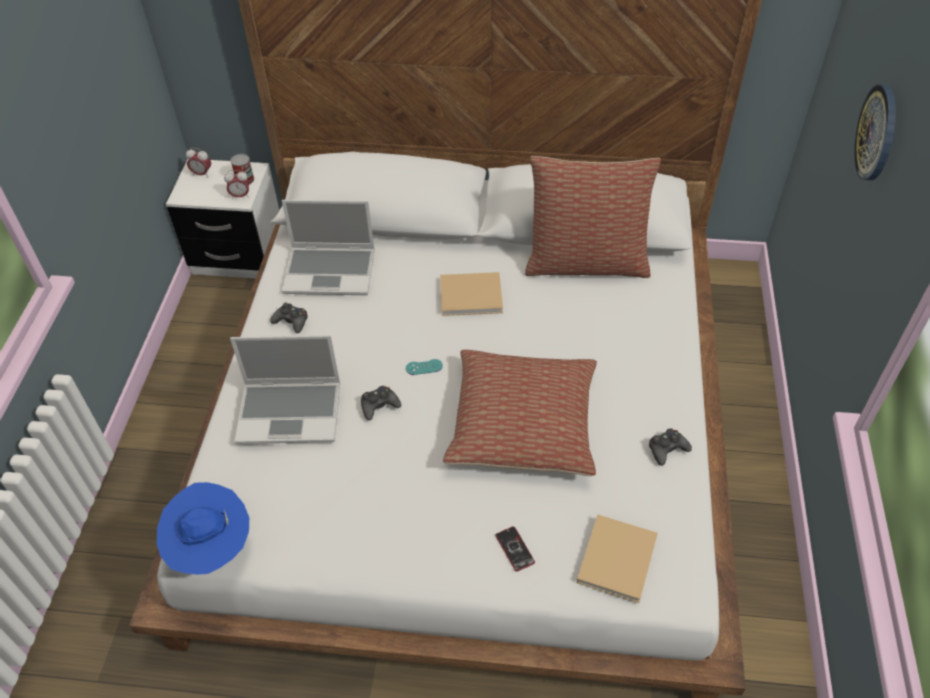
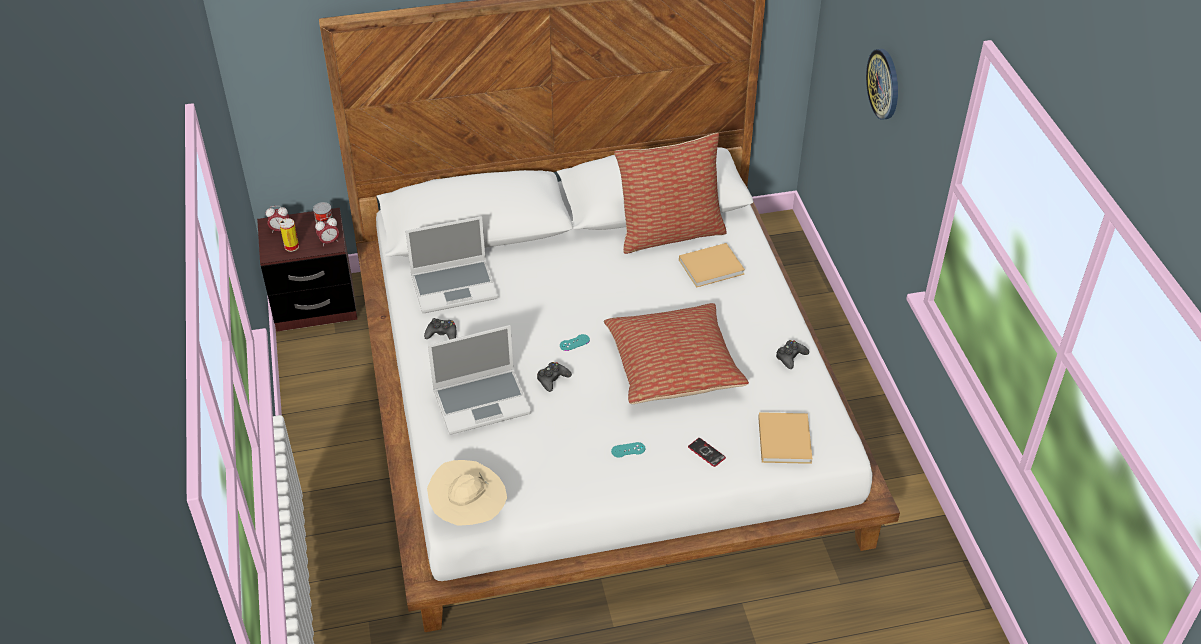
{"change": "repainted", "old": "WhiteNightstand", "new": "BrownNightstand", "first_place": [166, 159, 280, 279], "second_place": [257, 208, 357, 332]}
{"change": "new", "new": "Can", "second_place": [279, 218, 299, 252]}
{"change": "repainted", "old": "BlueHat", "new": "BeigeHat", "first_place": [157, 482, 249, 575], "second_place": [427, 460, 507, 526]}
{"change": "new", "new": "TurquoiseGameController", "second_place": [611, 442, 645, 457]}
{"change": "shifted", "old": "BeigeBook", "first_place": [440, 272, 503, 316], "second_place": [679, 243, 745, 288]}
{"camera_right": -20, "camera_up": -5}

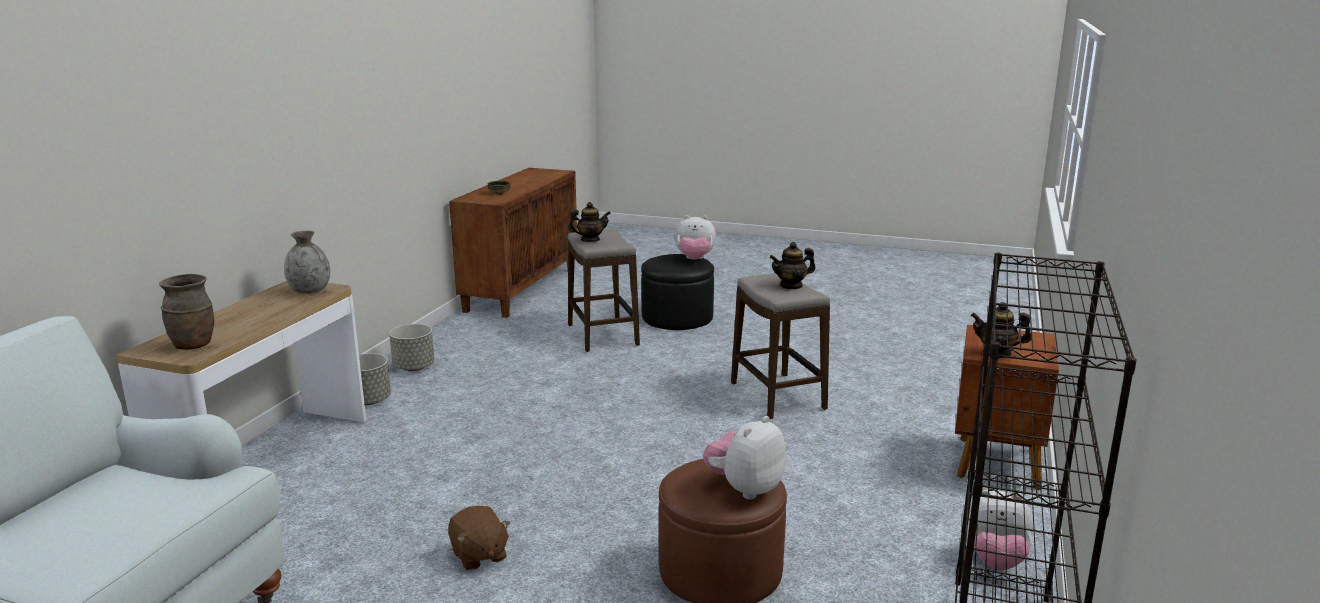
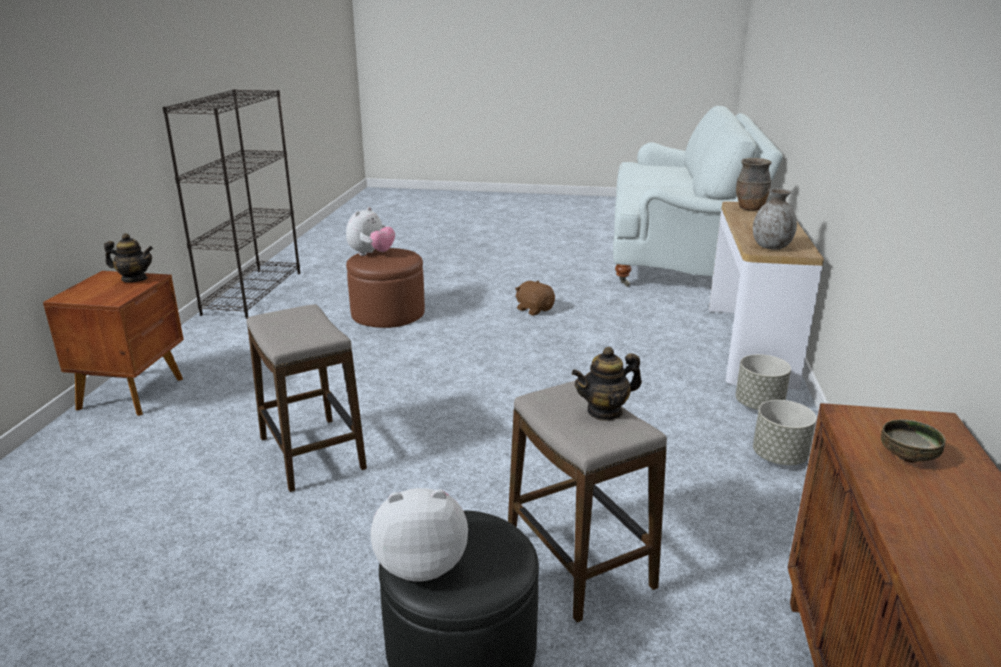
{"change": "gone", "old": "Teapot", "first_place": [770, 242, 816, 289]}
{"change": "gone", "old": "PlushToy", "first_place": [961, 490, 1034, 570]}
{"camera_right": 170, "camera_up": 5}

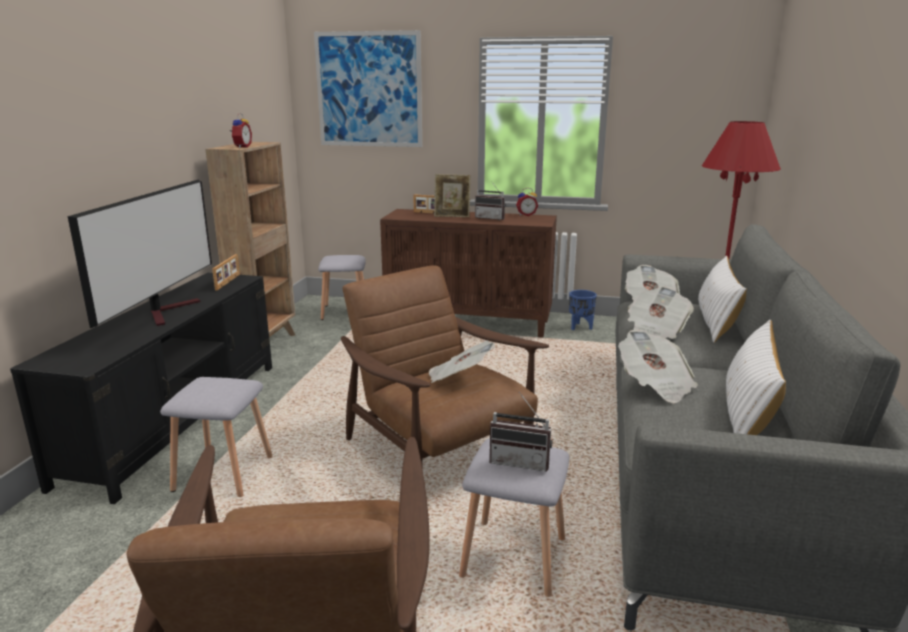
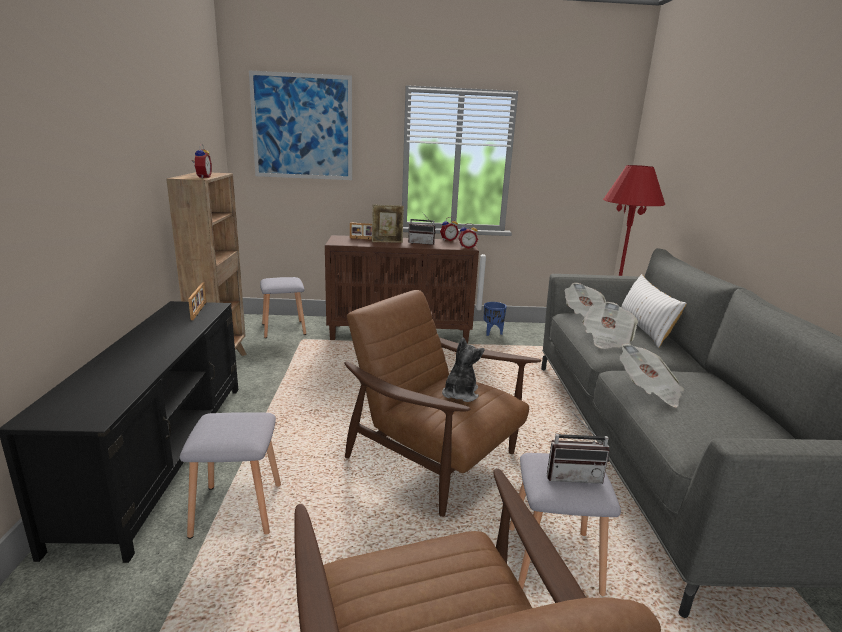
{"change": "swapped", "old": "Newspaper", "new": "PlushToy", "first_place": [429, 341, 495, 383], "second_place": [442, 337, 484, 402]}
{"change": "new", "new": "AlarmClock", "second_place": [458, 223, 478, 249]}
{"change": "gone", "old": "Television", "first_place": [68, 180, 212, 328]}
{"change": "gone", "old": "WhitePillow", "first_place": [726, 319, 786, 435]}
{"camera_right": -15, "camera_up": 0}

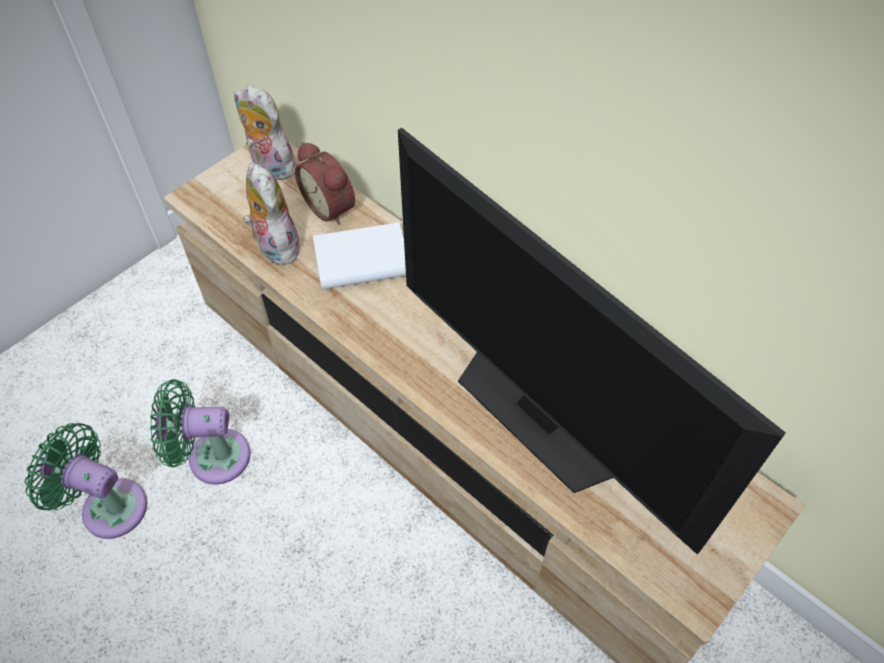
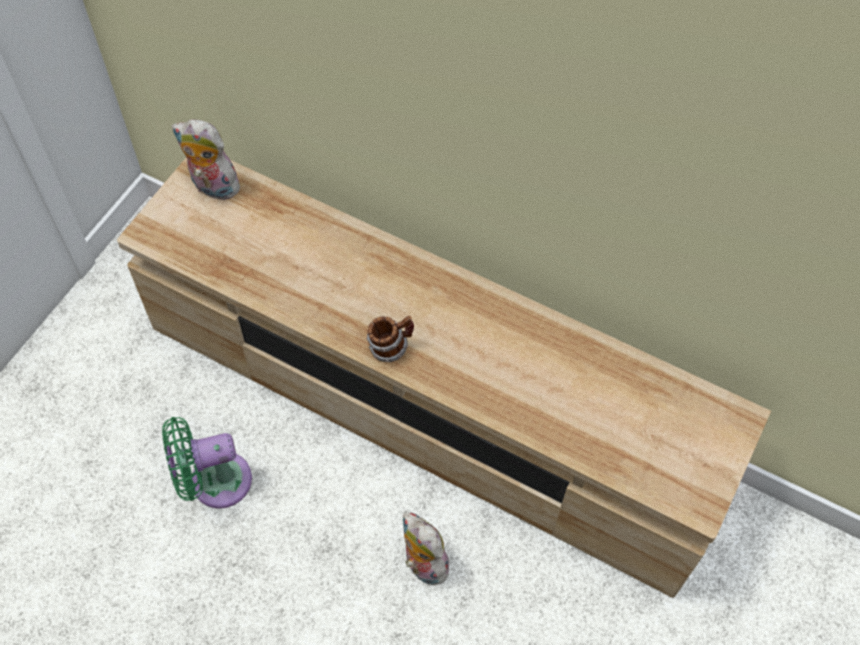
{"change": "new", "new": "Mug", "second_place": [367, 316, 414, 362]}
{"change": "shifted", "old": "PlushToy", "first_place": [243, 163, 300, 265], "second_place": [402, 512, 454, 585]}
{"change": "gone", "old": "GreenFan", "first_place": [25, 423, 147, 539]}
{"change": "gone", "old": "AlarmClock", "first_place": [295, 142, 355, 225]}
{"change": "gone", "old": "WhiteBook", "first_place": [313, 222, 406, 290]}
{"change": "gone", "old": "Television", "first_place": [398, 128, 786, 554]}
{"camera_right": -15, "camera_up": 5}

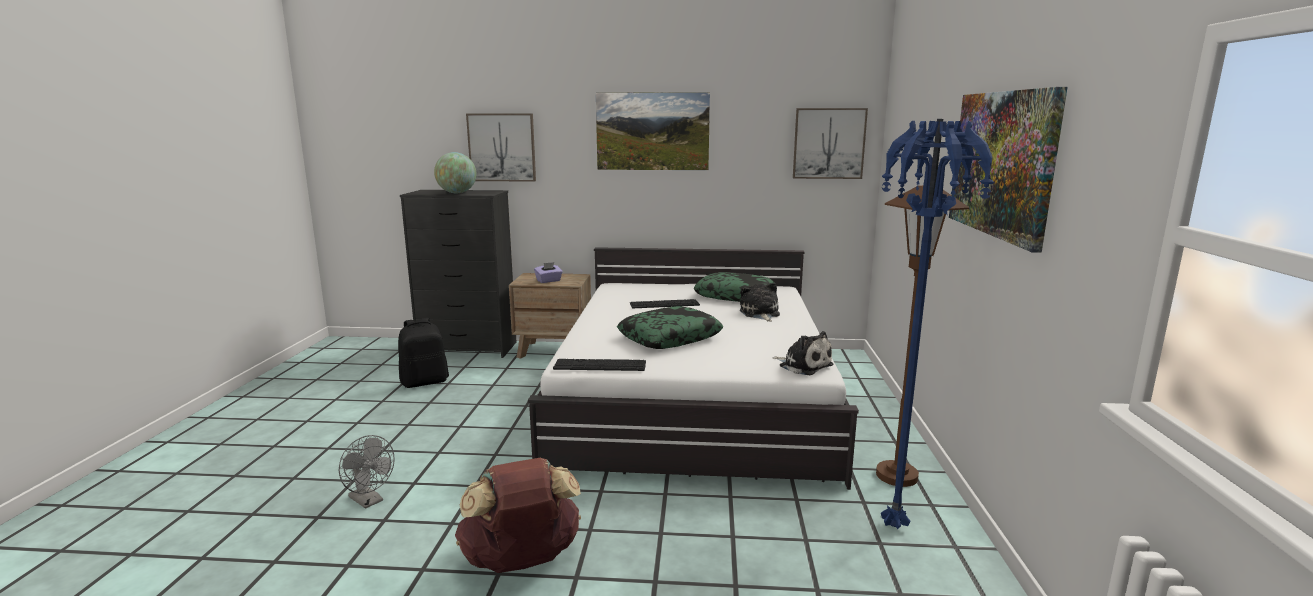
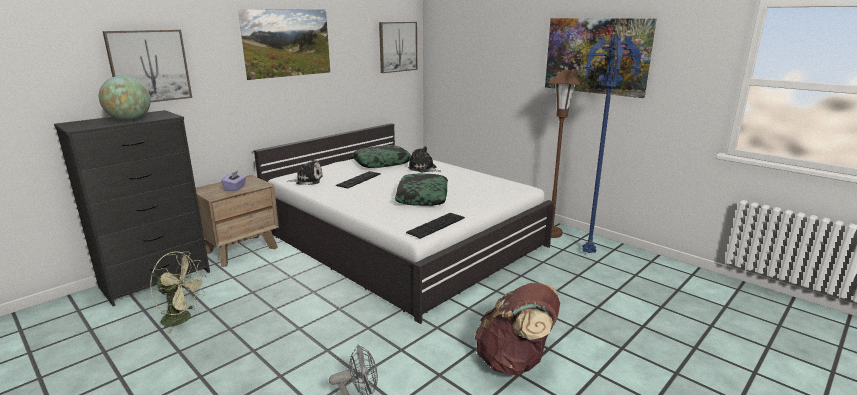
{"change": "swapped", "old": "BlackBackpack", "new": "GreenFan", "first_place": [398, 318, 449, 388], "second_place": [150, 252, 206, 334]}
{"change": "shifted", "old": "PlushToy", "first_place": [772, 331, 833, 375], "second_place": [287, 158, 323, 185]}
{"camera_right": -50, "camera_up": 5}

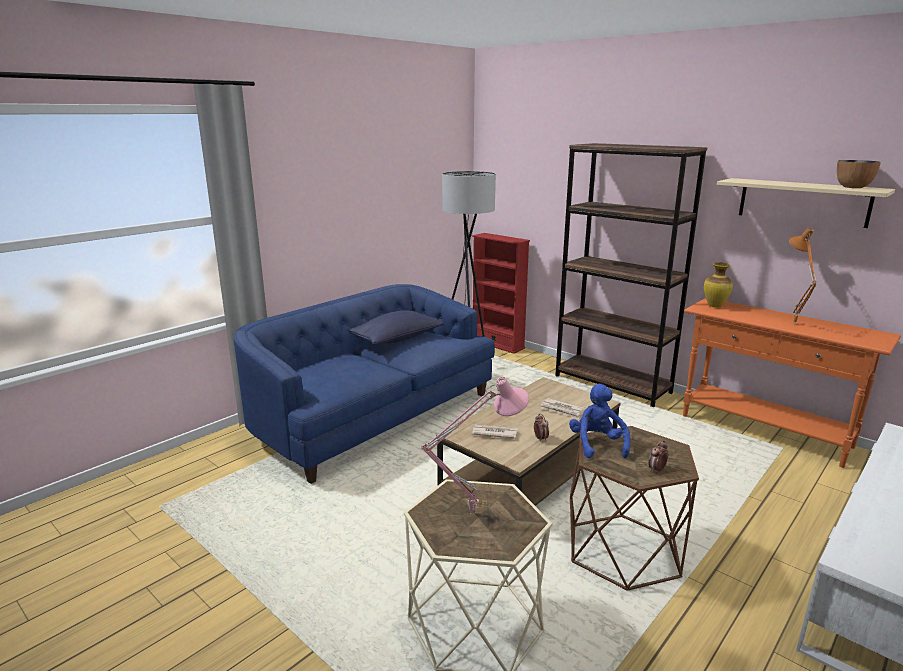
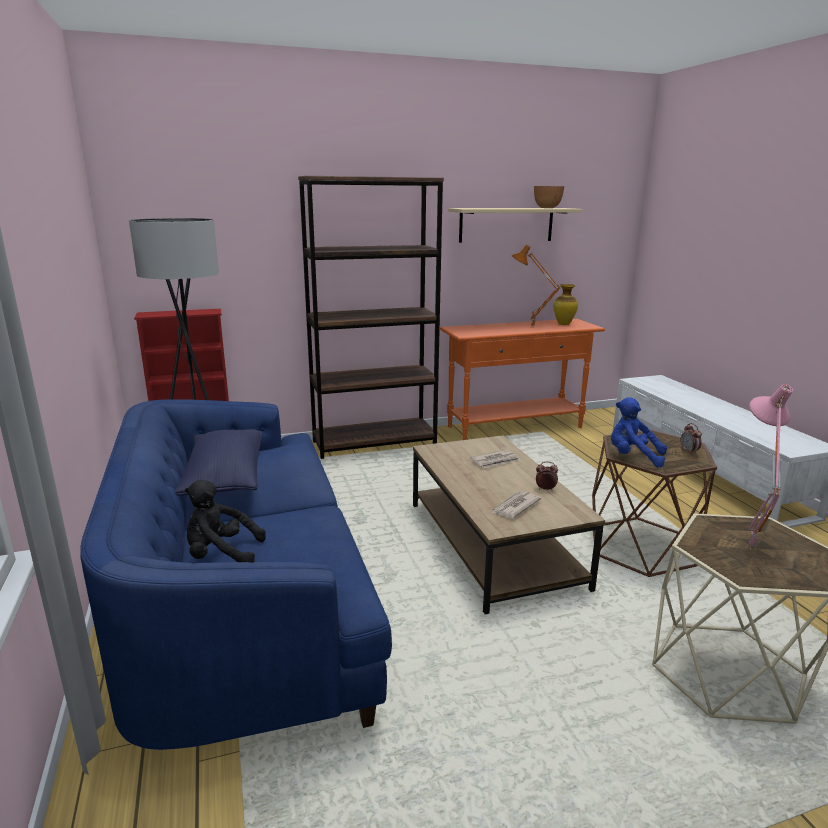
{"change": "new", "new": "BlackPlushToy", "second_place": [185, 480, 266, 562]}
{"change": "shifted", "old": "Vase", "first_place": [704, 262, 733, 308], "second_place": [554, 284, 578, 325]}
{"camera_right": -60, "camera_up": 0}

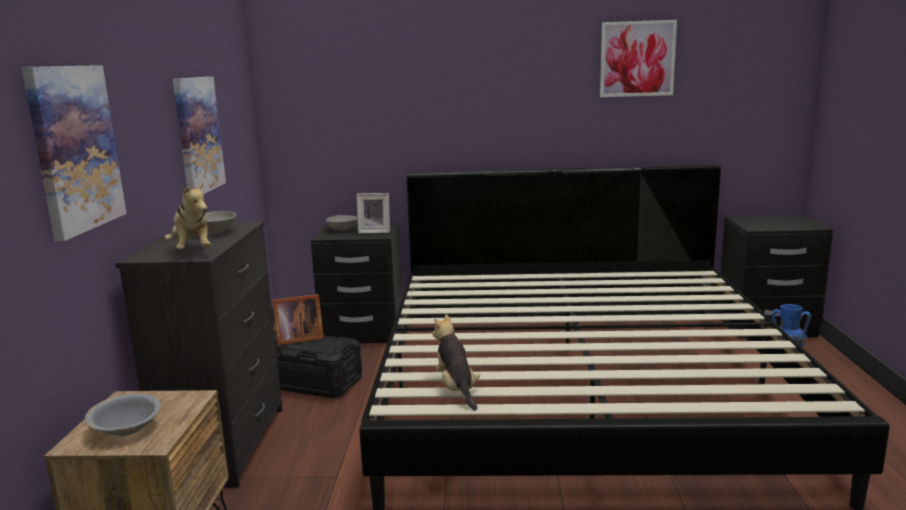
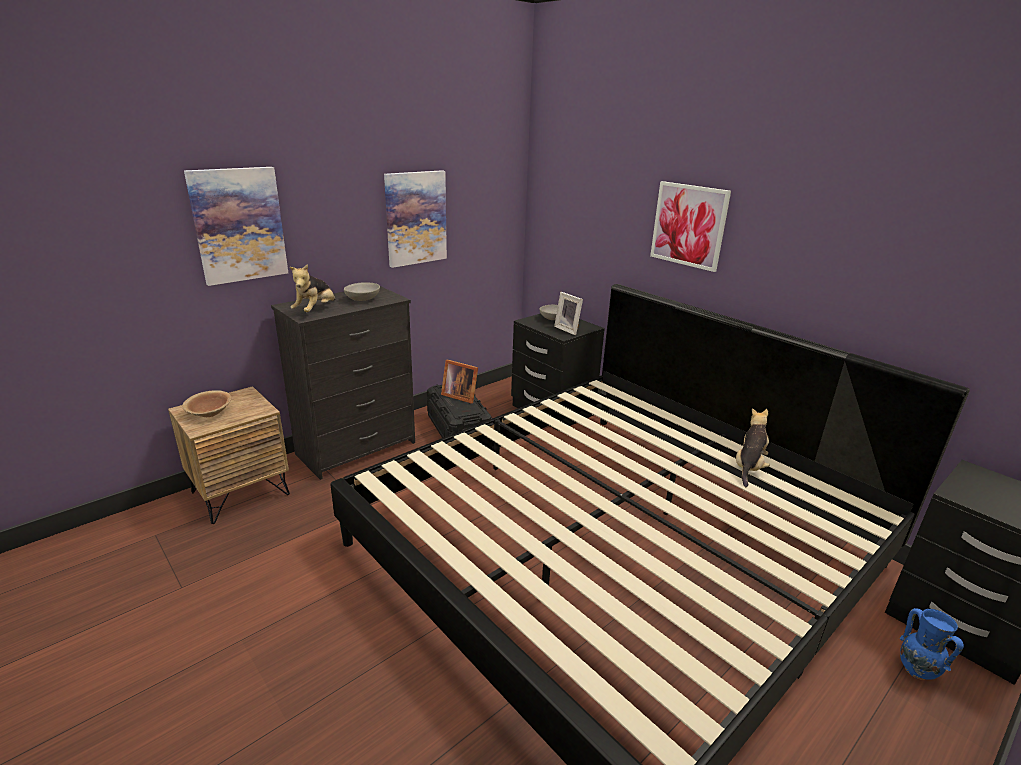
{"change": "repainted", "old": "GreyBowl", "new": "BrownBowl", "first_place": [85, 394, 161, 436], "second_place": [183, 390, 232, 417]}
{"change": "shifted", "old": "Picture", "first_place": [600, 20, 677, 97], "second_place": [650, 181, 731, 272]}
{"change": "shifted", "old": "PlushToy", "first_place": [432, 314, 480, 411], "second_place": [736, 408, 770, 487]}
{"camera_right": 45, "camera_up": 10}

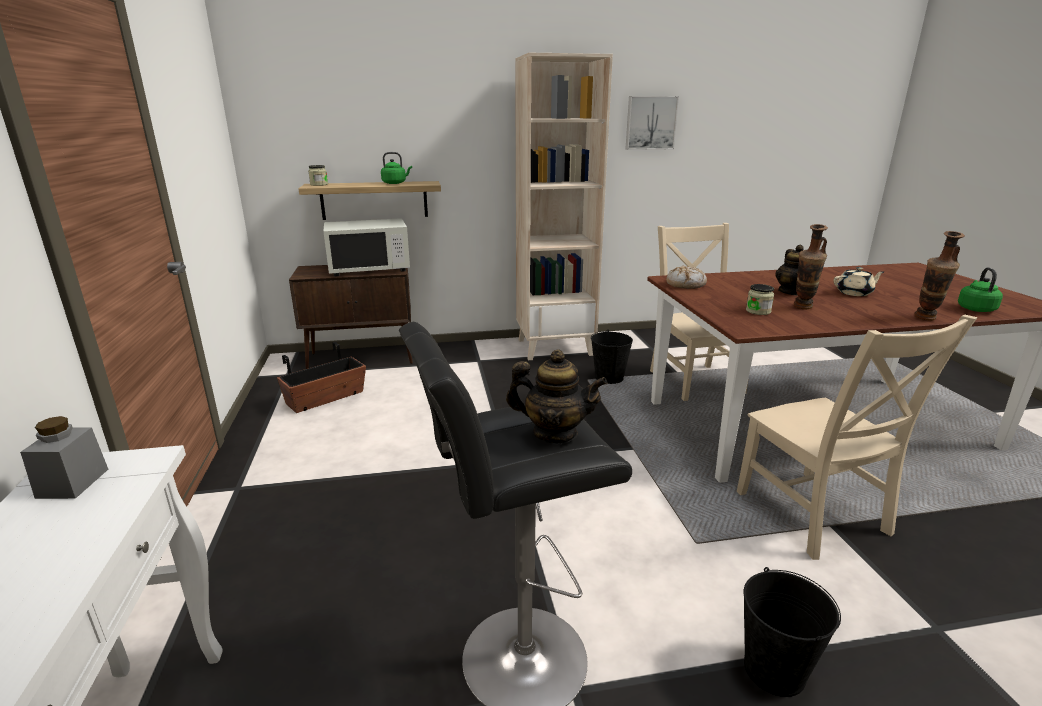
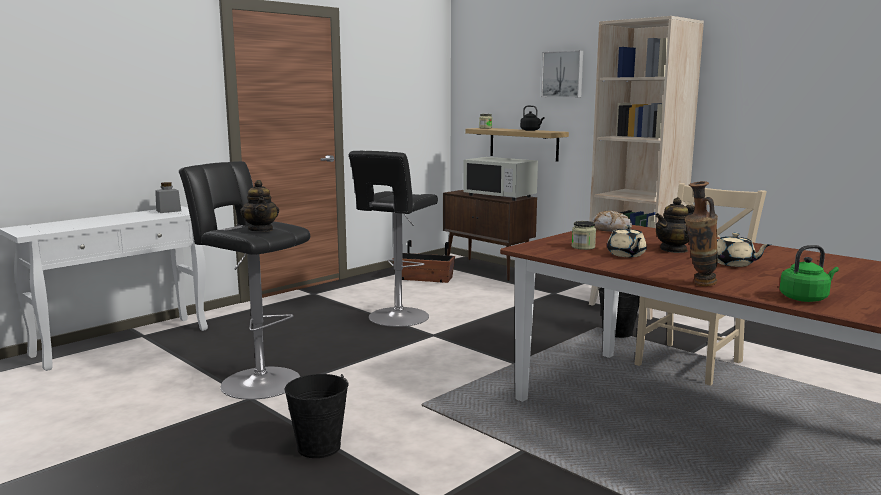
{"change": "new", "new": "BlackStool", "second_place": [348, 151, 438, 327]}
{"change": "repainted", "old": "GreenKettle", "new": "BlackKettle", "first_place": [381, 152, 412, 184], "second_place": [520, 105, 544, 131]}
{"change": "shifted", "old": "Picture", "first_place": [626, 96, 679, 150], "second_place": [541, 50, 583, 98]}
{"change": "swapped", "old": "Vase", "new": "BeigeTeapot", "first_place": [794, 224, 828, 309], "second_place": [607, 225, 647, 257]}
{"change": "gone", "old": "BeigeChair", "first_place": [737, 315, 977, 560]}
{"camera_right": 55, "camera_up": -10}

